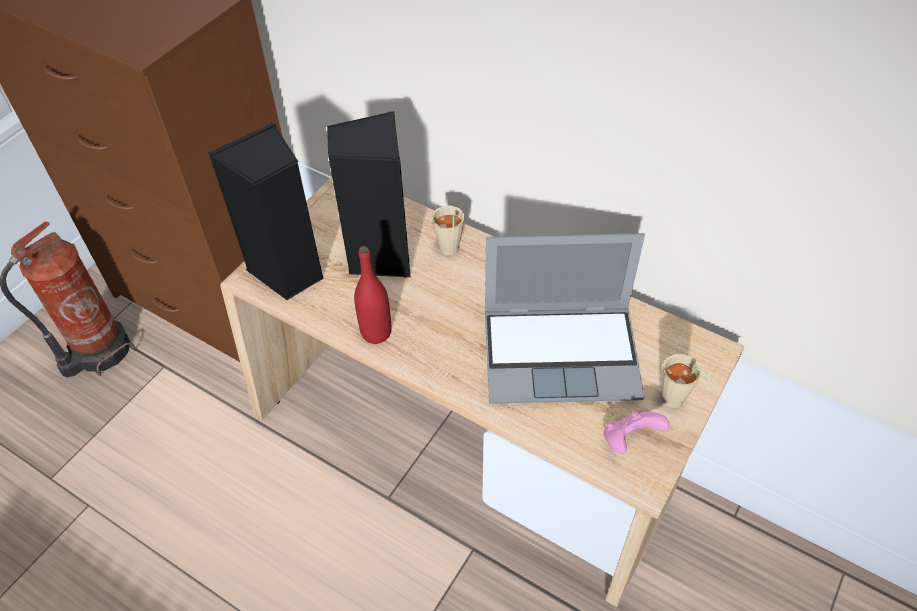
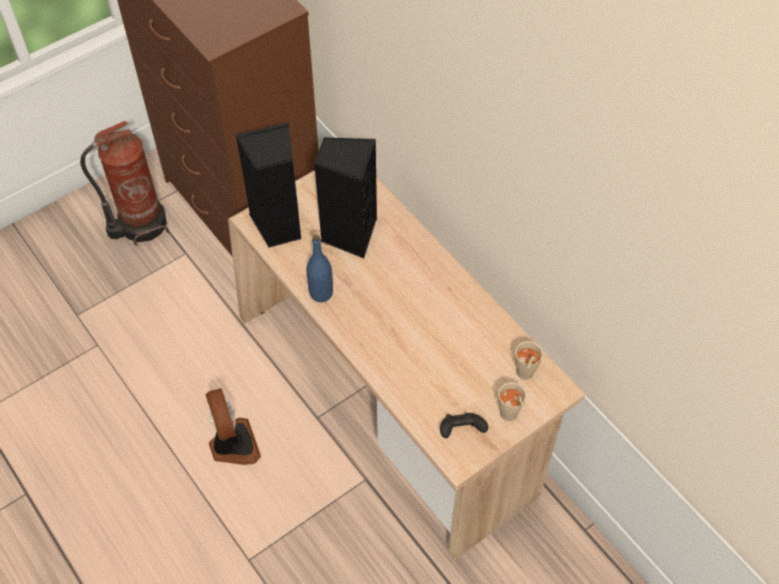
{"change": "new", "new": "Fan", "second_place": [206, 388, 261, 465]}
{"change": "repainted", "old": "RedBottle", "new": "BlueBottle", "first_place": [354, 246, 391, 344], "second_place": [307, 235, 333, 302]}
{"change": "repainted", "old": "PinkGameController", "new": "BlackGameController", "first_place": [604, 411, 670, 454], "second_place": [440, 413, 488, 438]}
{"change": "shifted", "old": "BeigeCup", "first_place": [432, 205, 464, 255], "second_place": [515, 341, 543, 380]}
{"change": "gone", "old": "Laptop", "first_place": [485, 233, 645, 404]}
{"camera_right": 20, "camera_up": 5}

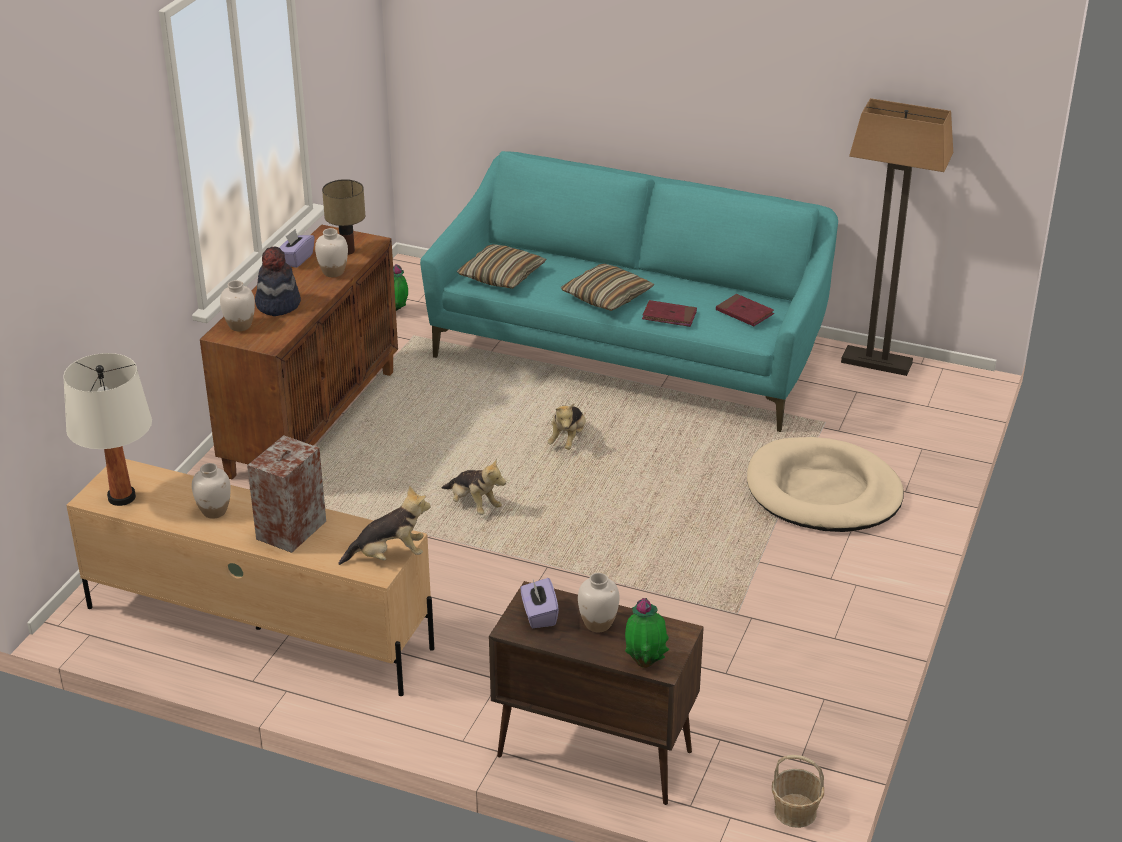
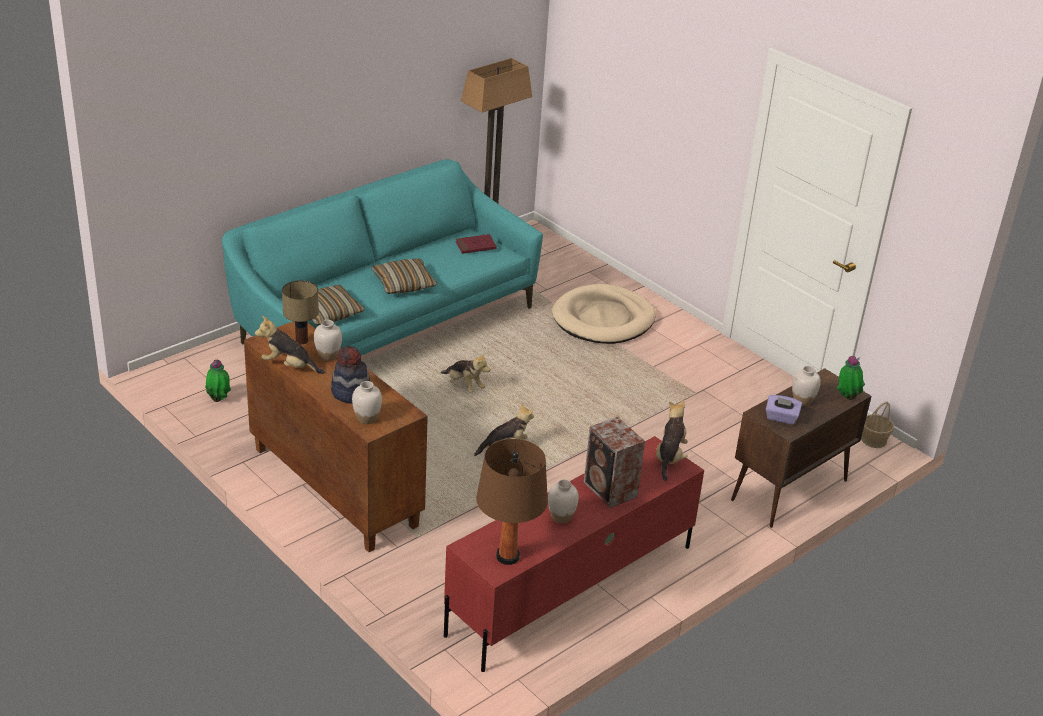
{"change": "swapped", "old": "PurpleTissueBox", "new": "PlushToy", "first_place": [279, 229, 315, 268], "second_place": [255, 316, 324, 374]}
{"change": "repainted", "old": "BeigeTvStand", "new": "RedTvStand", "first_place": [66, 459, 434, 696], "second_place": [444, 436, 704, 672]}
{"change": "repainted", "old": "WhiteTableLamp", "new": "BrownTableLamp", "first_place": [63, 353, 152, 506], "second_place": [476, 439, 548, 565]}
{"change": "gone", "old": "RedBook", "first_place": [642, 300, 697, 327]}
{"camera_right": -65, "camera_up": 0}

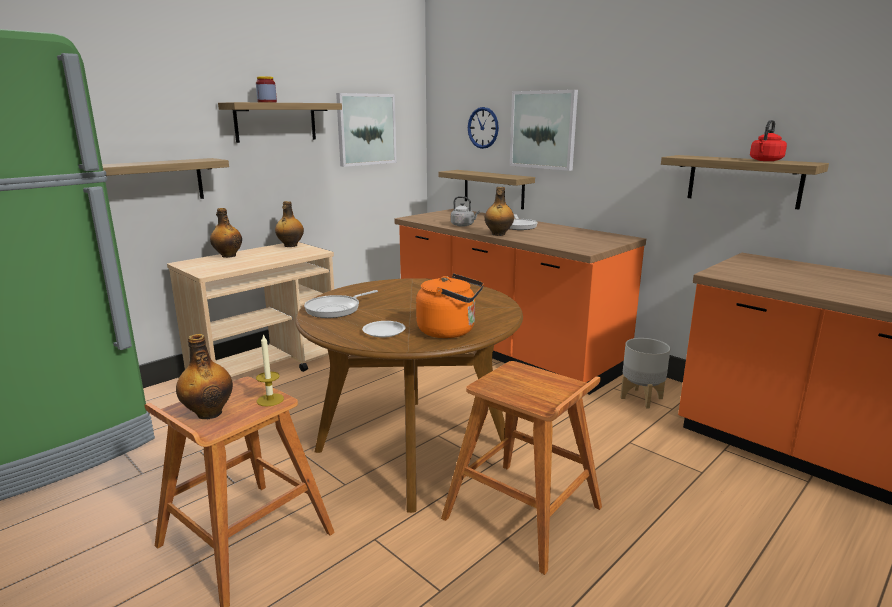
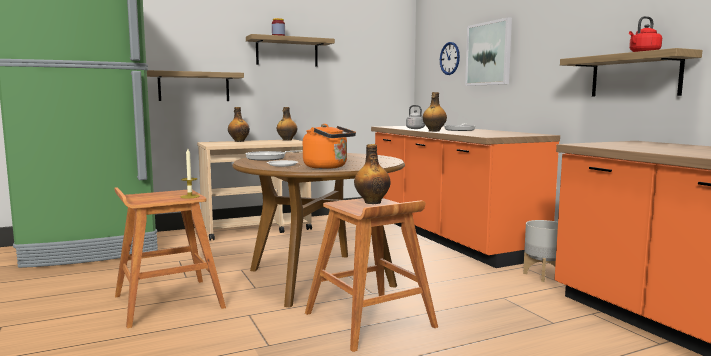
{"change": "shifted", "old": "Bottle", "first_place": [176, 334, 233, 419], "second_place": [354, 144, 391, 204]}
{"change": "gone", "old": "Picture", "first_place": [336, 93, 397, 167]}
{"change": "gone", "old": "Shelf", "first_place": [438, 170, 535, 209]}
{"camera_right": 20, "camera_up": -10}

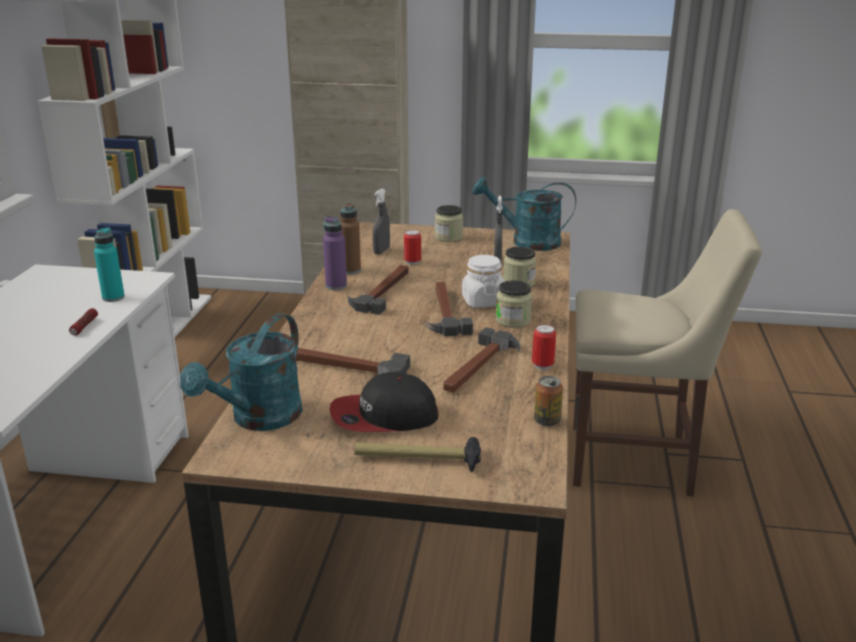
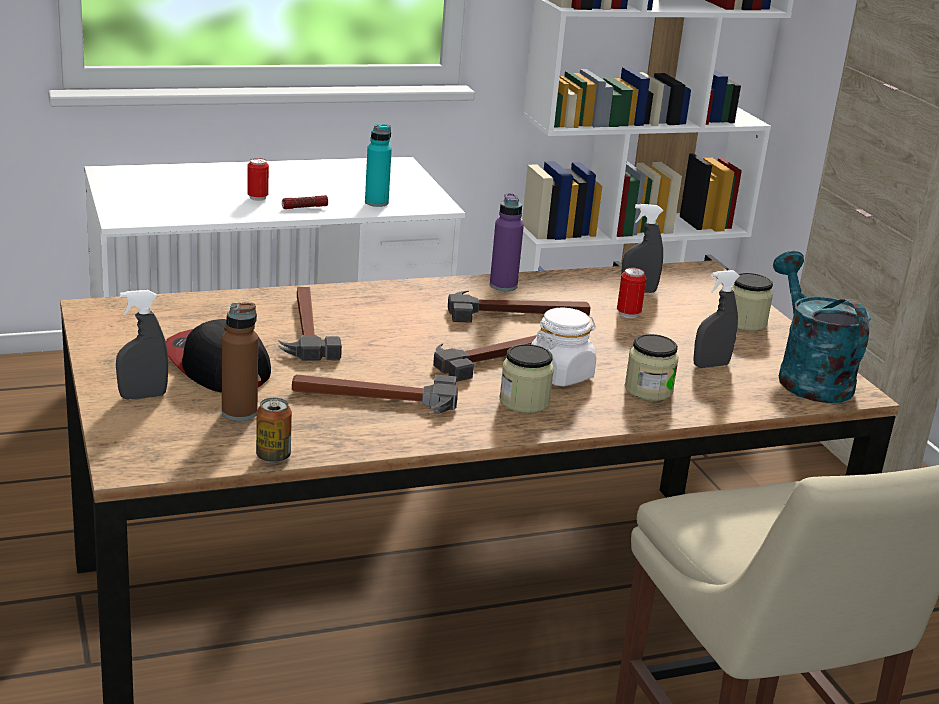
{"change": "swapped", "old": "Hammer", "new": "GreySprayBottle", "first_place": [354, 437, 481, 472], "second_place": [116, 290, 169, 400]}
{"change": "shifted", "old": "BrownBottle", "first_place": [340, 202, 361, 274], "second_place": [222, 302, 258, 421]}
{"change": "shifted", "old": "Can", "first_place": [532, 325, 556, 370], "second_place": [247, 158, 269, 201]}
{"change": "gone", "old": "TurquoiseWateringCan", "first_place": [180, 313, 303, 431]}
{"camera_right": 60, "camera_up": 0}

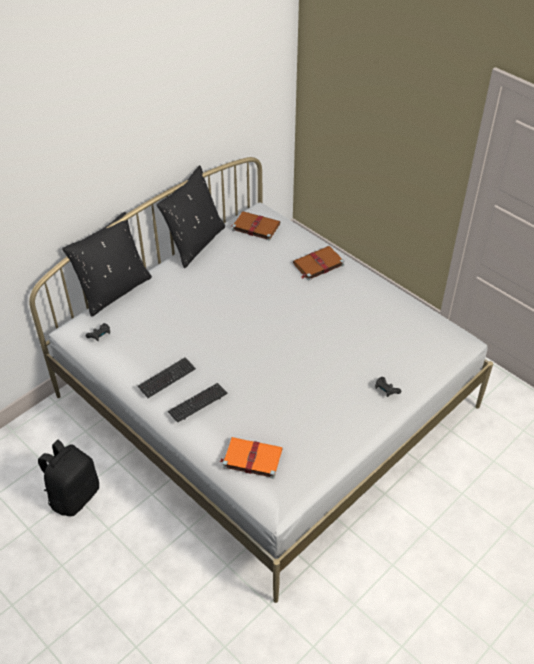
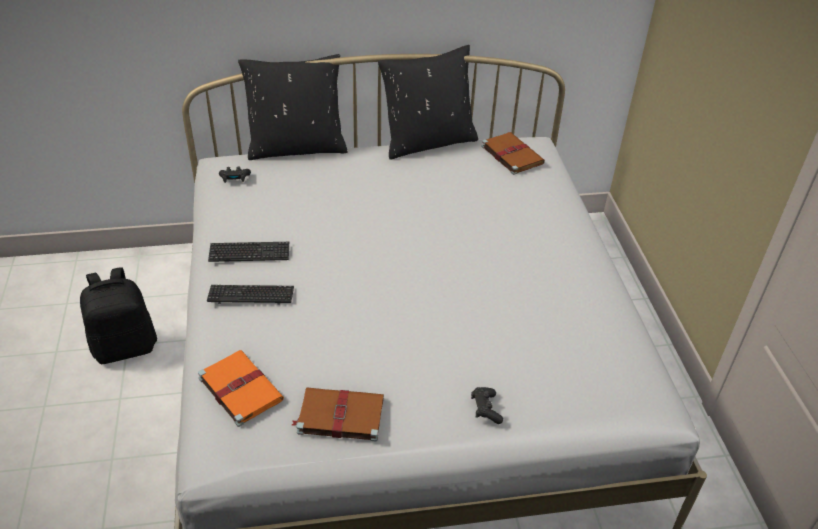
{"change": "shifted", "old": "BrownBook", "first_place": [293, 246, 344, 280], "second_place": [292, 387, 384, 442]}
{"camera_right": 35, "camera_up": -5}

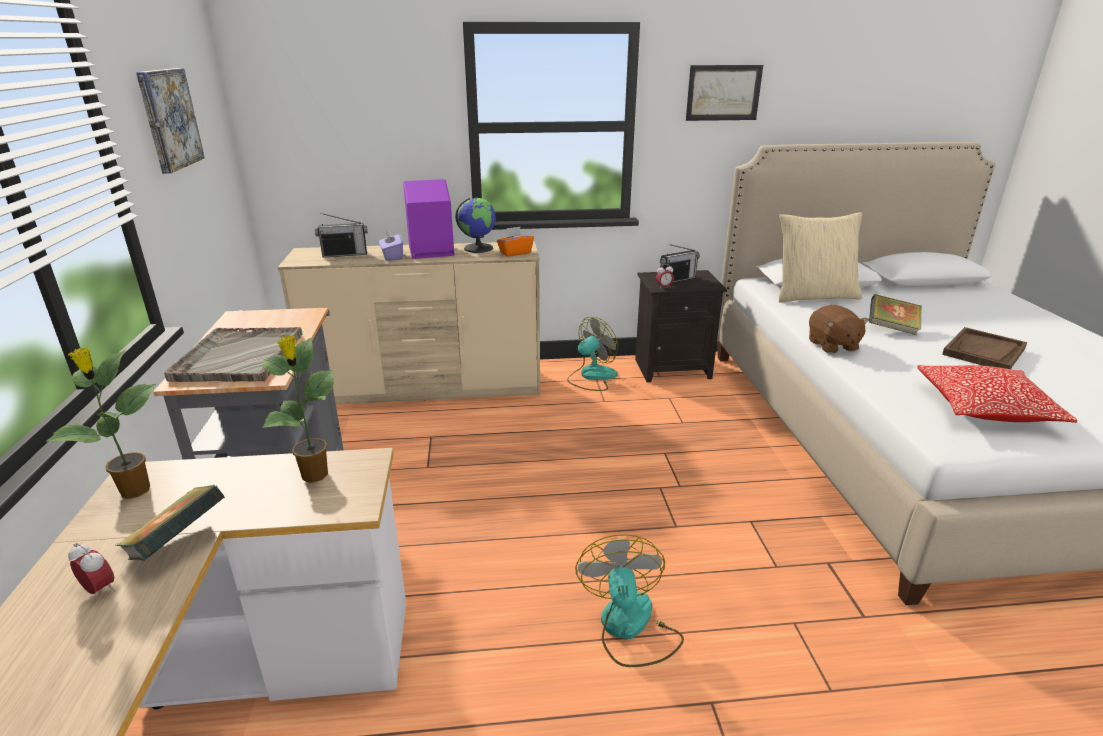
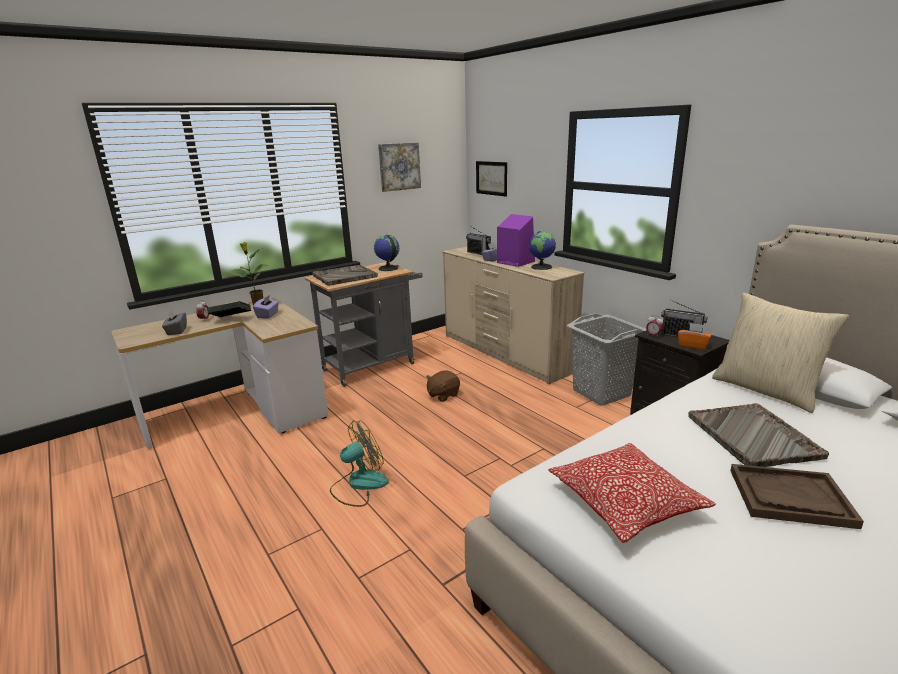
{"change": "new", "new": "GreyTissueBox", "second_place": [162, 310, 187, 335]}
{"change": "new", "new": "PurpleTissueBox", "second_place": [253, 295, 279, 318]}
{"change": "new", "new": "Globe", "second_place": [374, 235, 400, 271]}
{"change": "shifted", "old": "BrownPlushToy", "first_place": [809, 305, 869, 354], "second_place": [426, 370, 460, 402]}
{"change": "shifted", "old": "Picture", "first_place": [686, 65, 763, 121], "second_place": [476, 161, 507, 196]}
{"change": "swapped", "old": "Fan", "new": "GreyLaundryBasket", "first_place": [567, 317, 618, 391], "second_place": [567, 313, 646, 406]}
{"change": "shifted", "old": "OrangeTissueBox", "first_place": [497, 227, 534, 257], "second_place": [678, 323, 712, 350]}
{"change": "swapped", "old": "Book", "new": "GreyTray", "first_place": [869, 294, 922, 335], "second_place": [688, 403, 829, 467]}
{"change": "gone", "old": "PottedPlant", "first_place": [262, 335, 334, 483]}
{"camera_right": 60, "camera_up": -5}

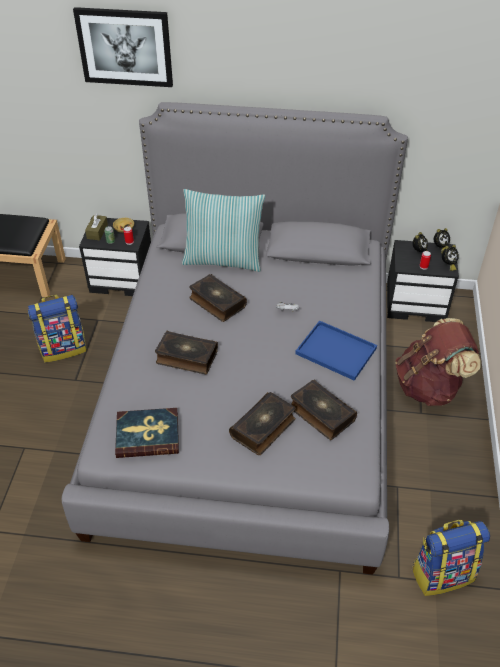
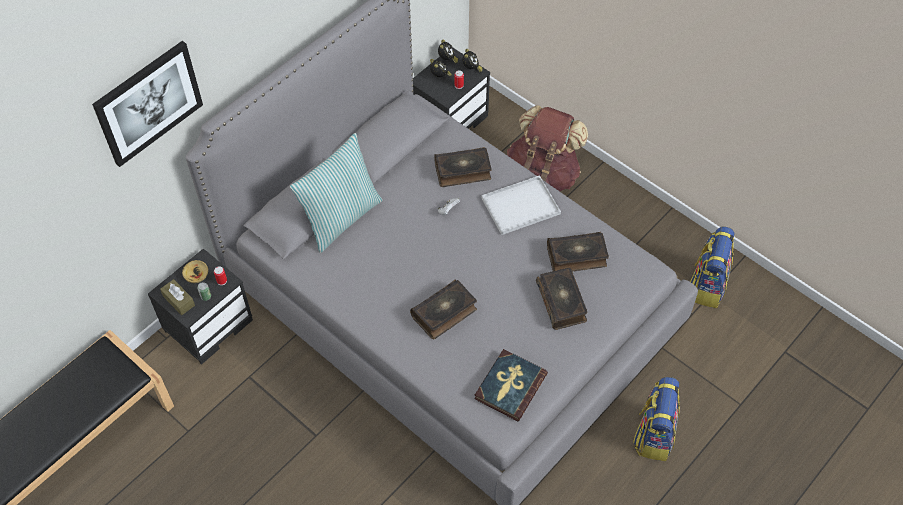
{"change": "shifted", "old": "Book", "first_place": [189, 274, 247, 322], "second_place": [434, 147, 492, 187]}
{"change": "repainted", "old": "BlueTray", "new": "WhiteTray", "first_place": [295, 320, 377, 381], "second_place": [481, 175, 561, 235]}
{"change": "shifted", "old": "Backpack", "first_place": [28, 295, 87, 362], "second_place": [633, 377, 680, 461]}
{"camera_right": -55, "camera_up": 10}

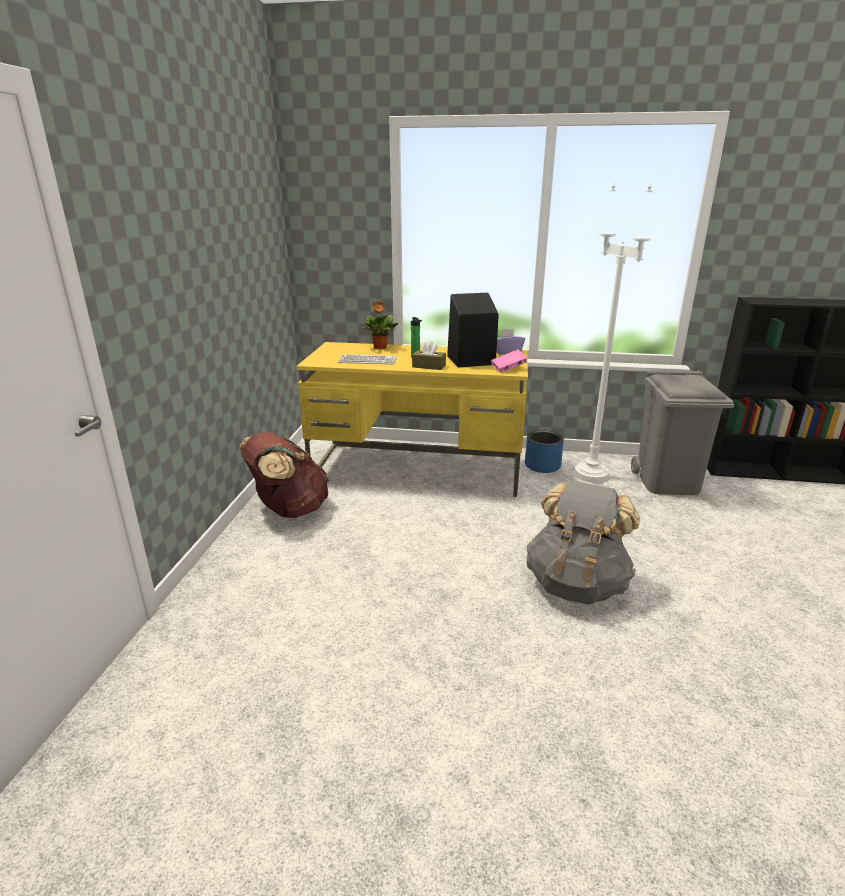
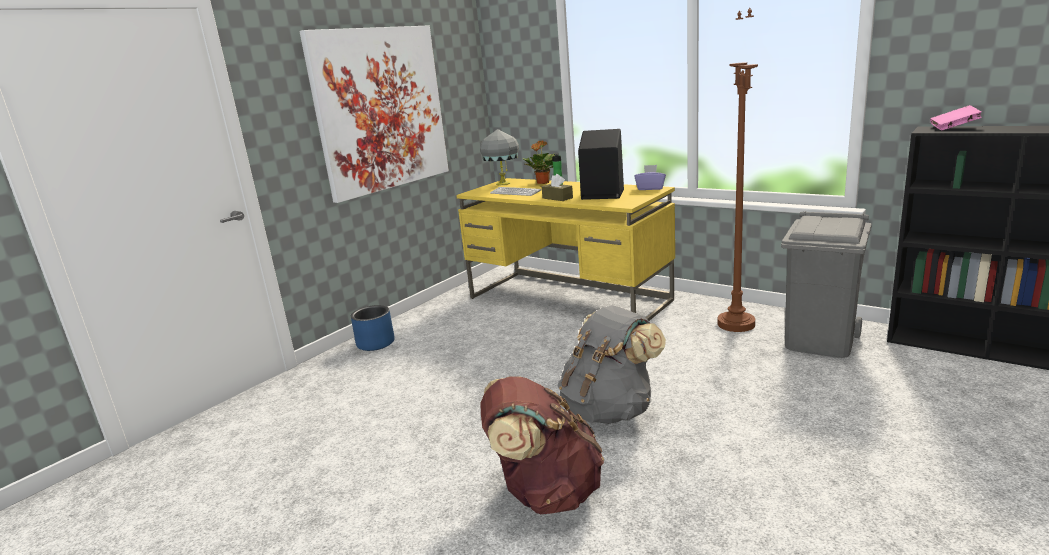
{"change": "new", "new": "Picture", "second_place": [299, 25, 449, 203]}
{"change": "shifted", "old": "BluePlanter", "first_place": [525, 430, 564, 473], "second_place": [351, 305, 395, 351]}
{"change": "new", "new": "GreyTableLamp", "second_place": [480, 129, 519, 185]}
{"change": "shifted", "old": "BrownBackpack", "first_place": [239, 432, 330, 518], "second_place": [480, 376, 604, 514]}
{"change": "repainted", "old": "WhiteFloorLamp", "new": "BrownFloorLamp", "first_place": [575, 183, 653, 483], "second_place": [718, 8, 758, 332]}
{"change": "shifted", "old": "PinkBook", "first_place": [491, 349, 527, 373], "second_place": [930, 105, 982, 130]}
{"camera_right": 30, "camera_up": -5}

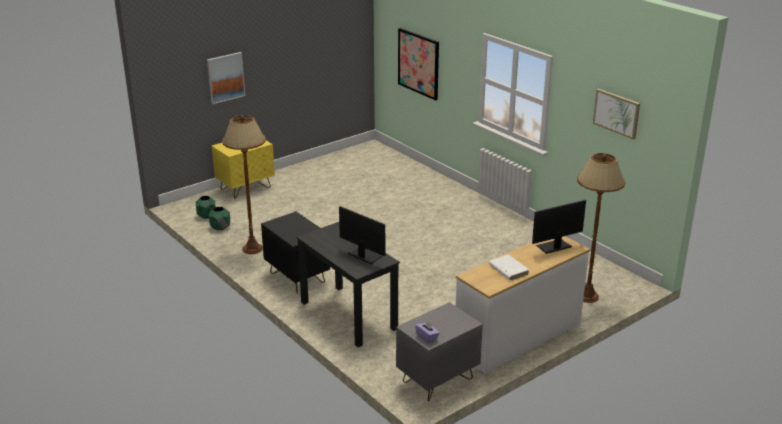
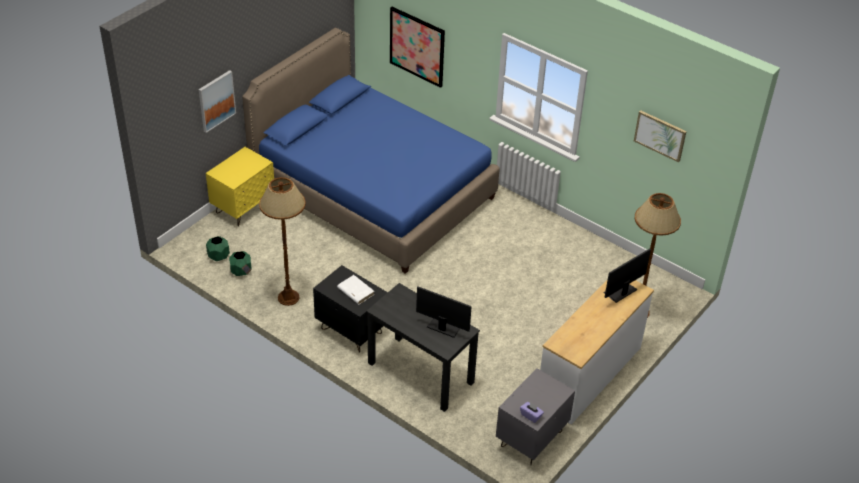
{"change": "new", "new": "BlueBed", "second_place": [242, 28, 500, 274]}
{"change": "shifted", "old": "WhiteBook", "first_place": [489, 254, 529, 280], "second_place": [337, 275, 375, 304]}
{"camera_right": -15, "camera_up": 15}

